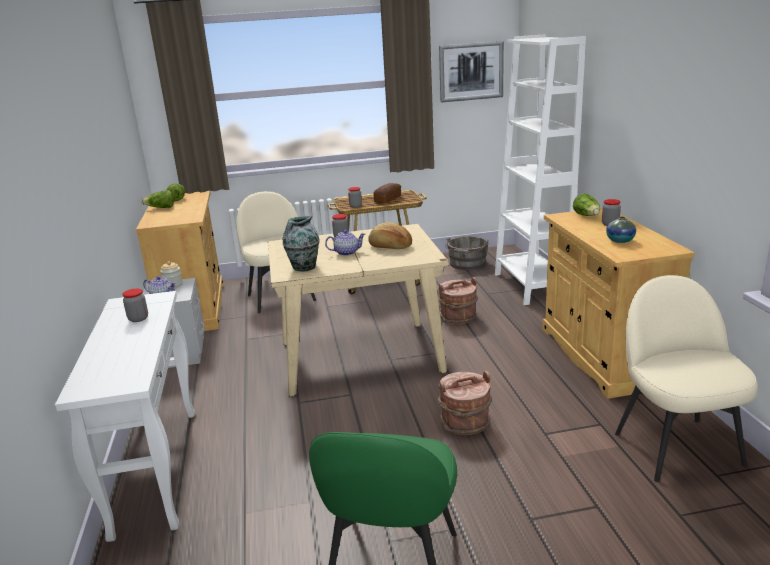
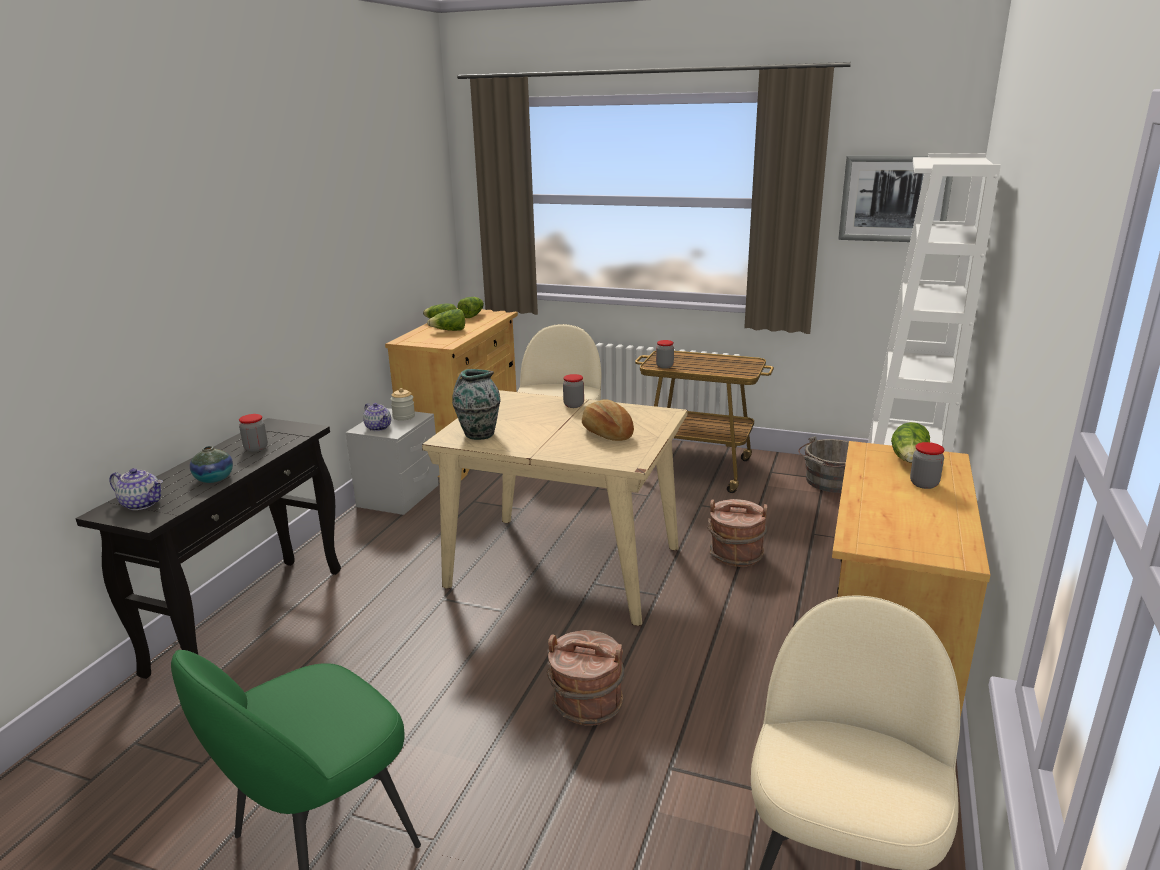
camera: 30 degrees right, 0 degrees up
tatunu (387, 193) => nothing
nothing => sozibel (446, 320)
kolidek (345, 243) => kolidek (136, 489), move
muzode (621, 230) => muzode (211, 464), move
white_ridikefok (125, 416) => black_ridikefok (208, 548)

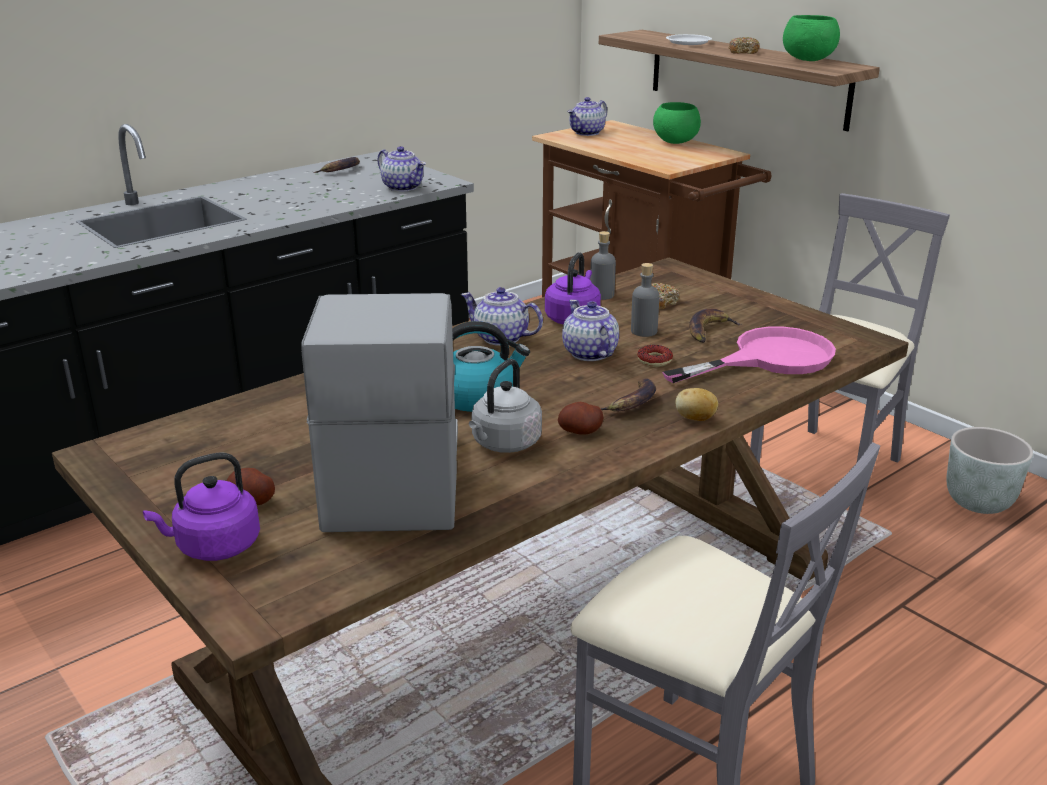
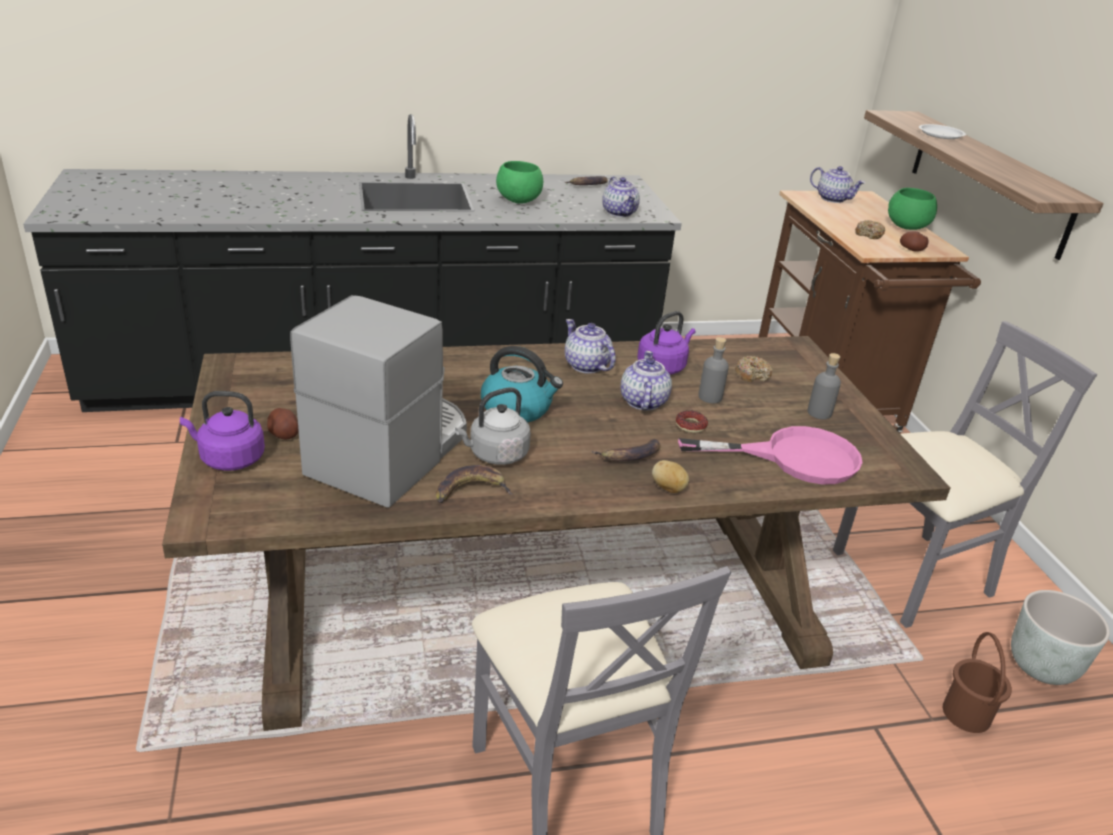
camera: 25 degrees right, 5 degrees up
nothing => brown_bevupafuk (977, 682)
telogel (581, 418) => telogel (914, 241), move
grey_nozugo (603, 265) => grey_nozugo (824, 386), move
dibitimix (715, 325) => dibitimix (474, 484), move
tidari (744, 45) => tidari (870, 229), move
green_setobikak (811, 38) => green_setobikak (519, 182), move
kolidek (587, 116) => kolidek (837, 184), 120 degrees counterclockwise

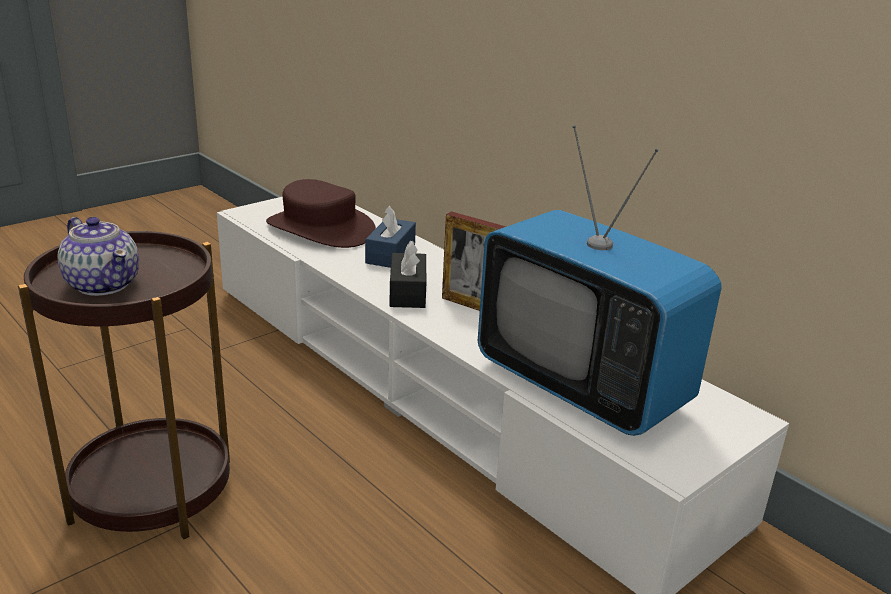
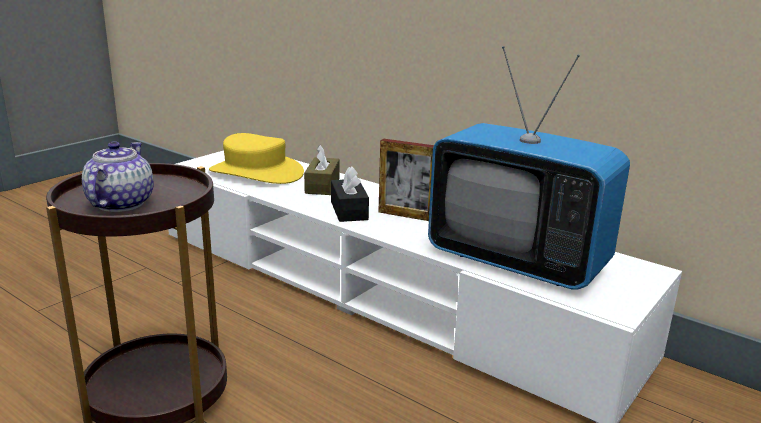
camera: 10 degrees left, 5 degrees down
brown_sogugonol (321, 213) => yellow_sogugonol (256, 158)
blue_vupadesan (390, 236) => brown_vupadesan (322, 170)
kolidek (98, 256) => kolidek (118, 176), 120 degrees counterclockwise

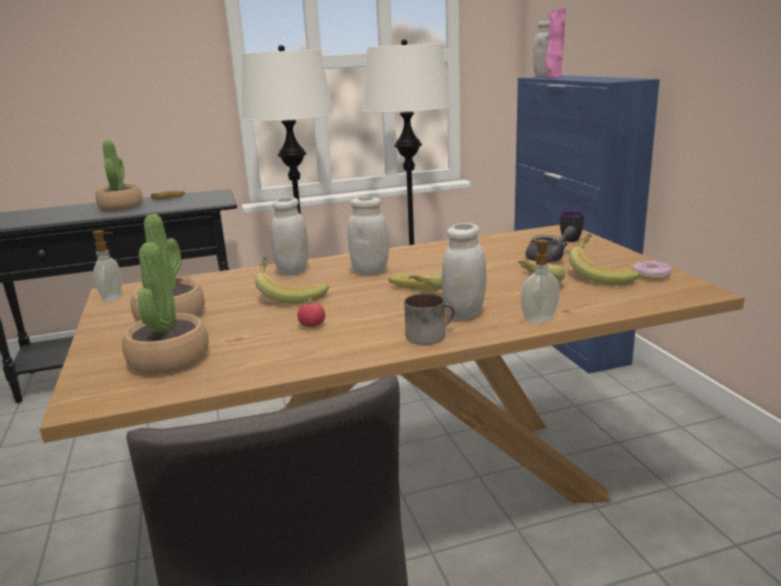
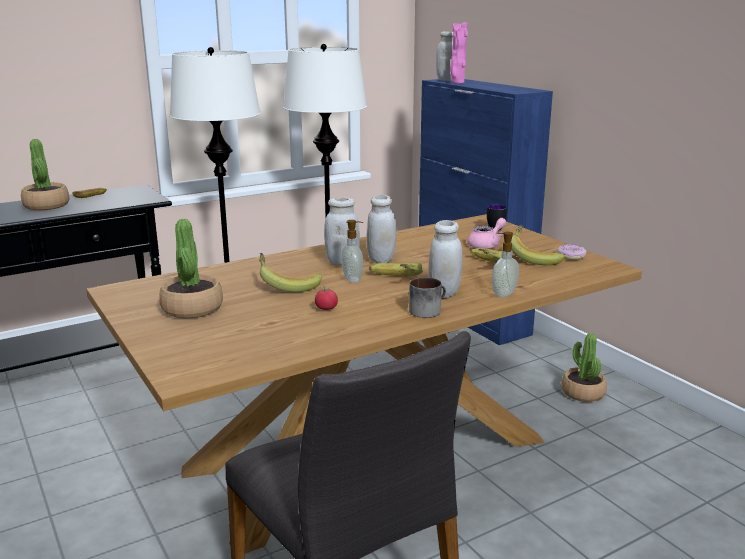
camera: 15 degrees left, 0 degrees up
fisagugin (107, 266) => fisagugin (352, 251), move
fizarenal (165, 308) => fizarenal (584, 367), move
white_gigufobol (289, 236) => white_gigufobol (382, 229), move
grey_kolidek (551, 244) => pink_kolidek (486, 233)

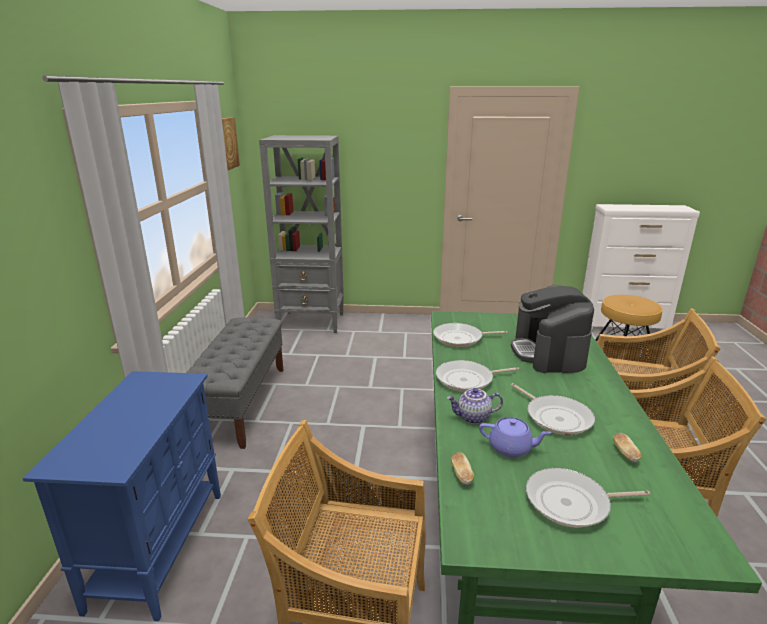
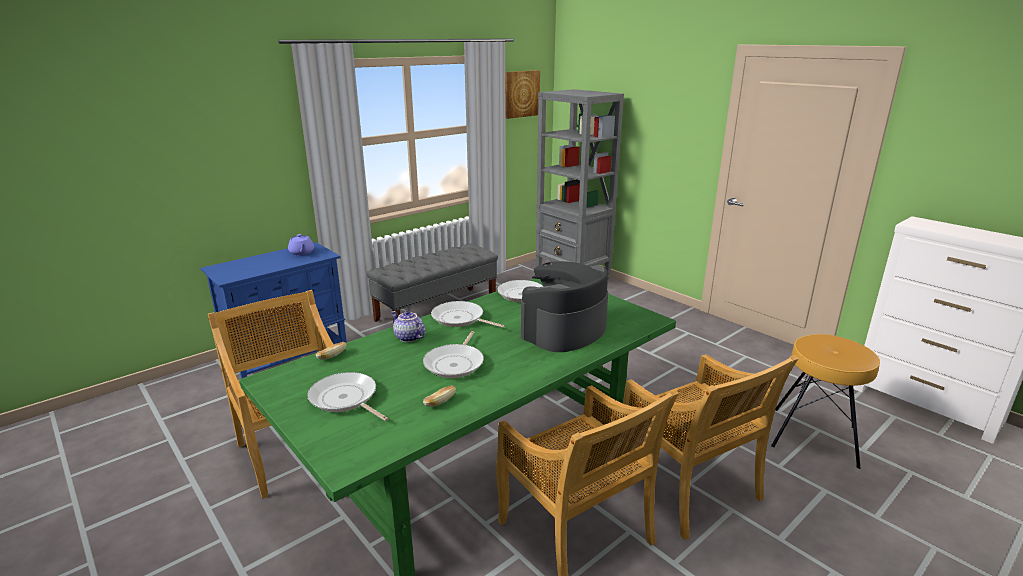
camera: 45 degrees right, 0 degrees up
purple_kolidek (515, 437) => purple_kolidek (301, 245), move

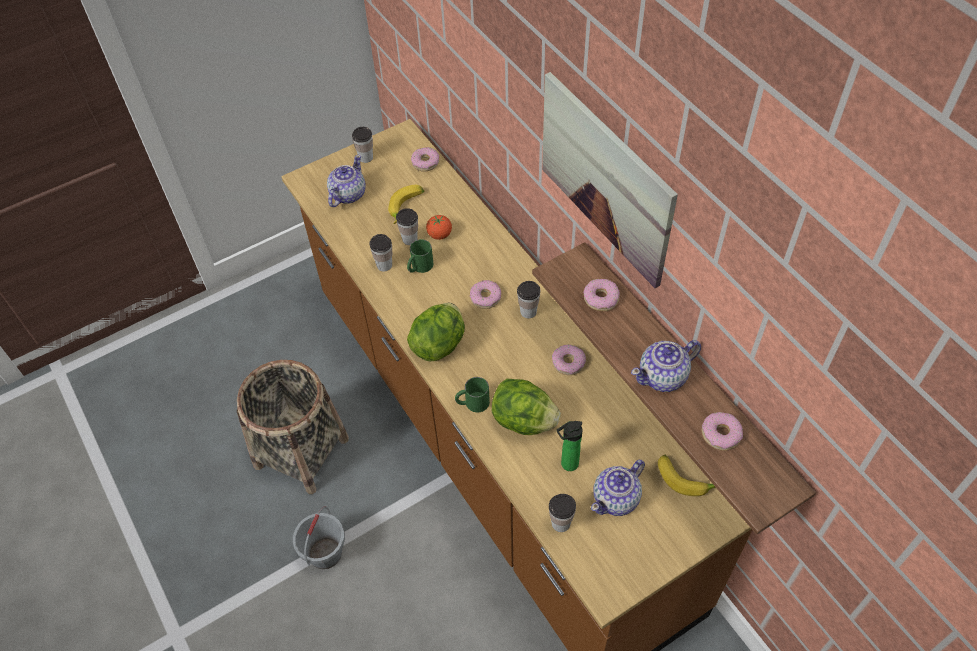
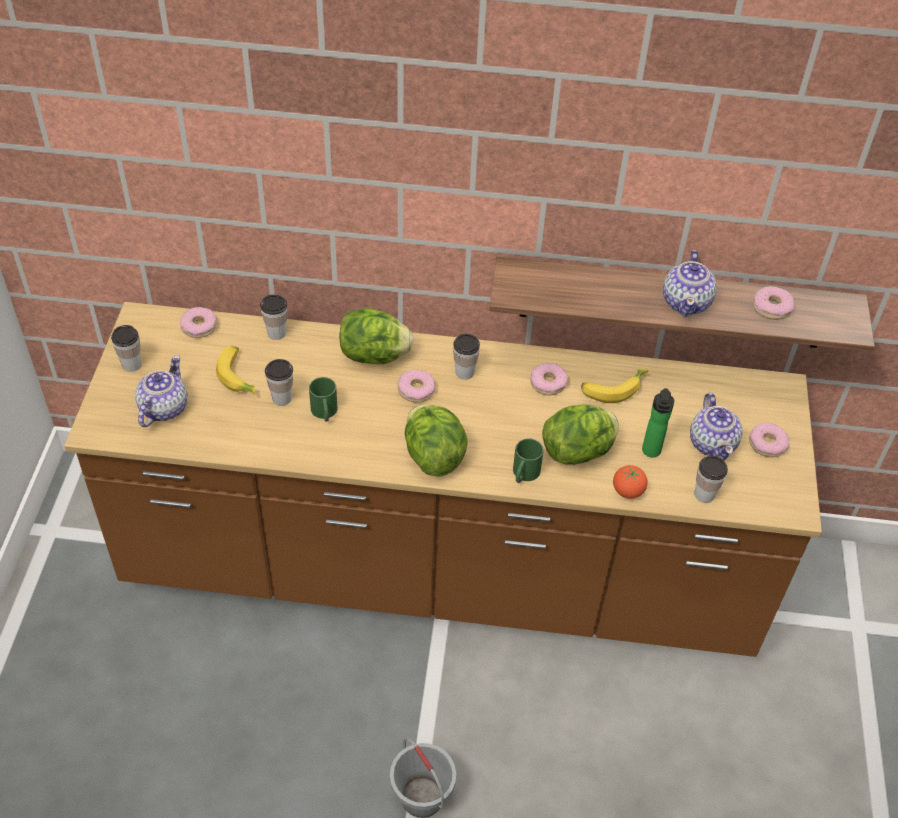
camera: 55 degrees left, 5 degrees down
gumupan (293, 427) => nothing
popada (610, 180) => nothing
nothing => sozibel (376, 336)
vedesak (380, 252) => vedesak (273, 317), move
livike (439, 227) => livike (630, 482), move
tidari (601, 295) => tidari (769, 440), move
dibitimix (687, 475) => dibitimix (615, 386), move
kolidek (346, 180) => kolidek (161, 391), 45 degrees clockwise

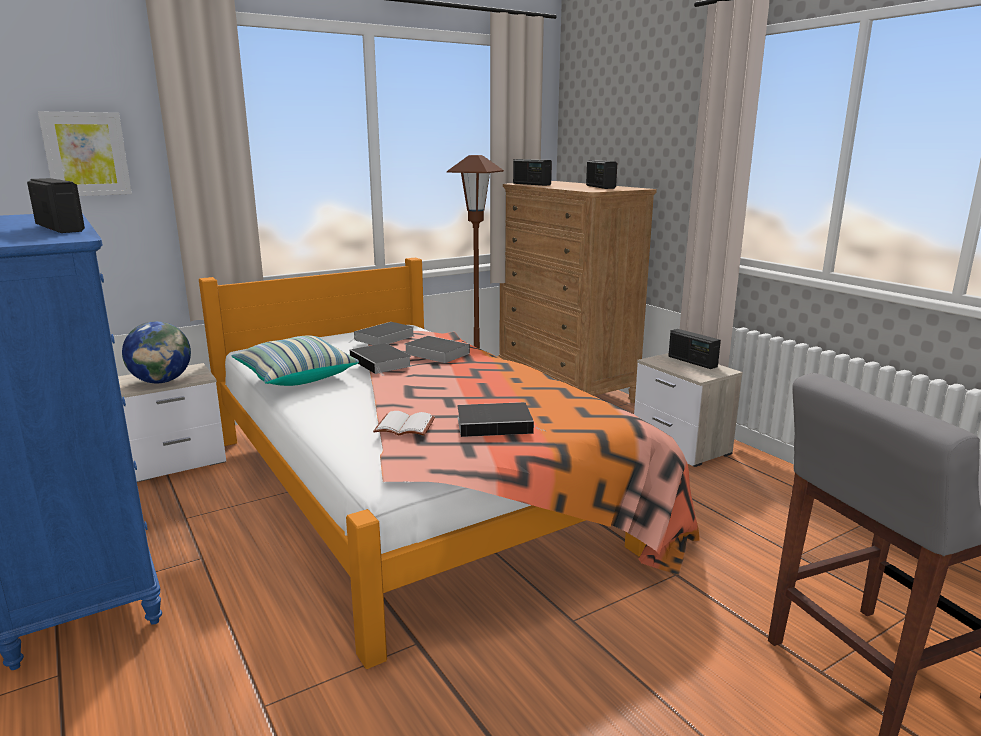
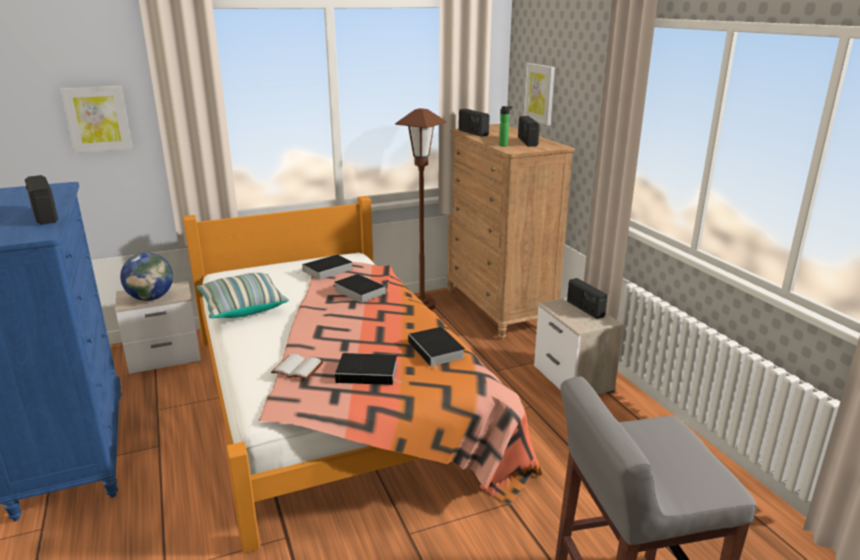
camera: 10 degrees right, 5 degrees up
nothing => nozugo (506, 126)
nothing => popada (539, 94)
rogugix (380, 359) => rogugix (436, 349), move

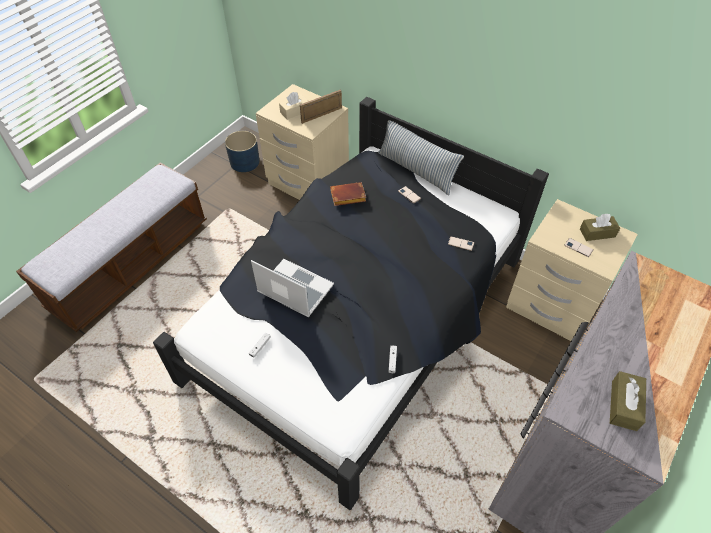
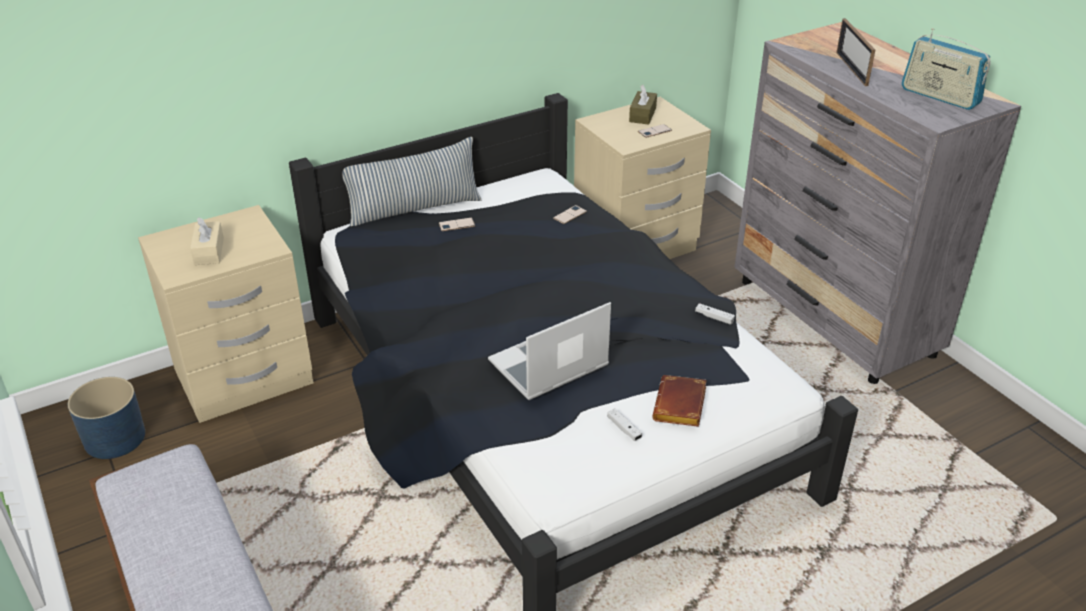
camera: 65 degrees left, 15 degrees down
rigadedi (321, 106) => rigadedi (855, 52), move
brown_rogugix (348, 194) => brown_rogugix (679, 401), move
brown_vupadesan (628, 401) => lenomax (946, 69)

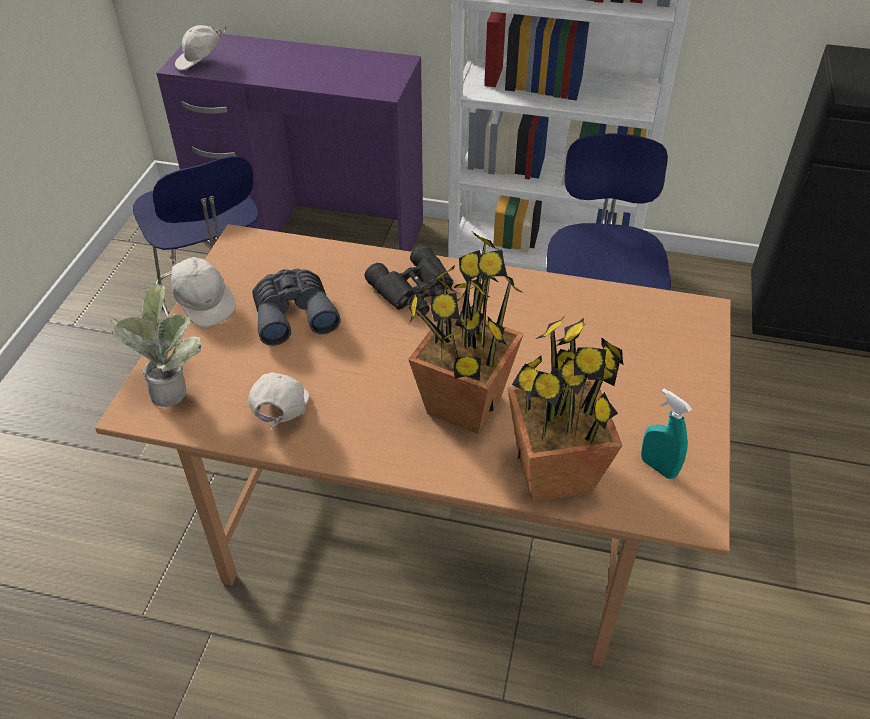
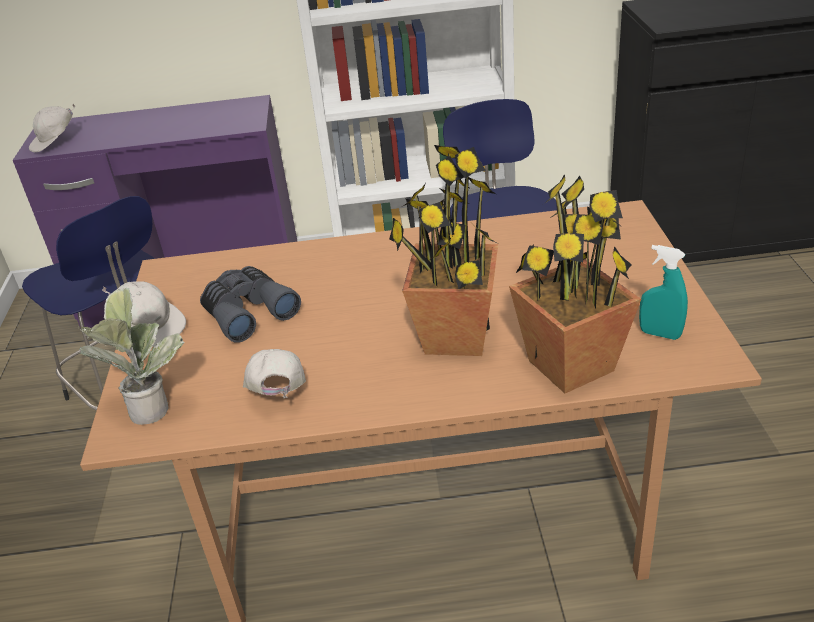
camera: 15 degrees left, 10 degrees down
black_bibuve (408, 280) => nothing

